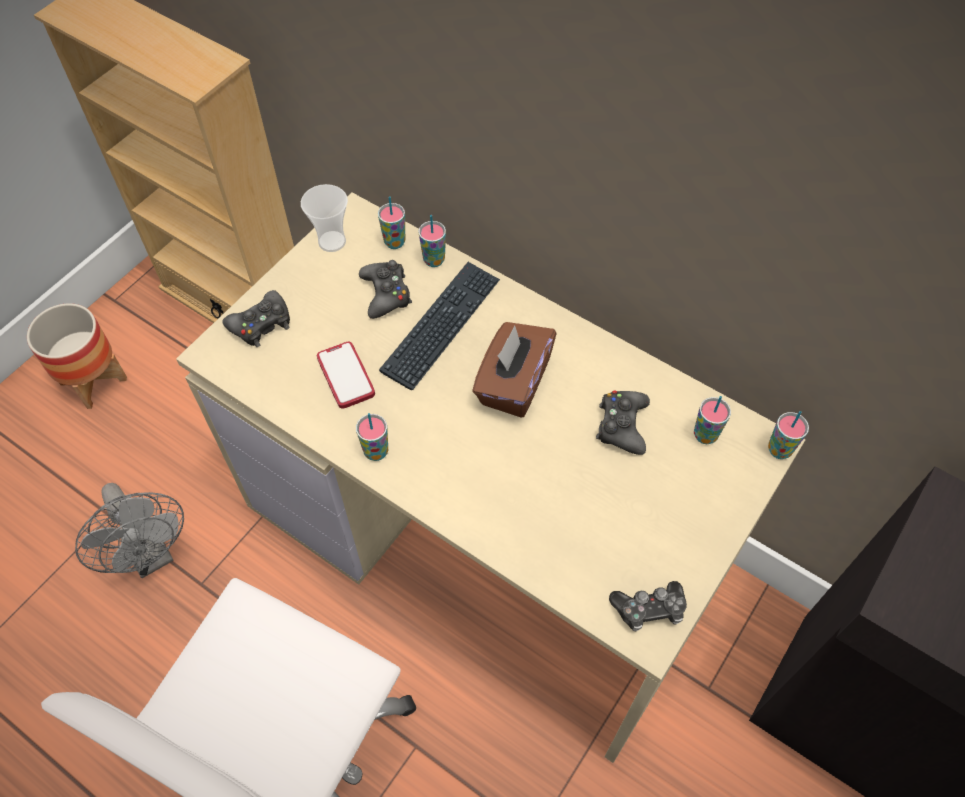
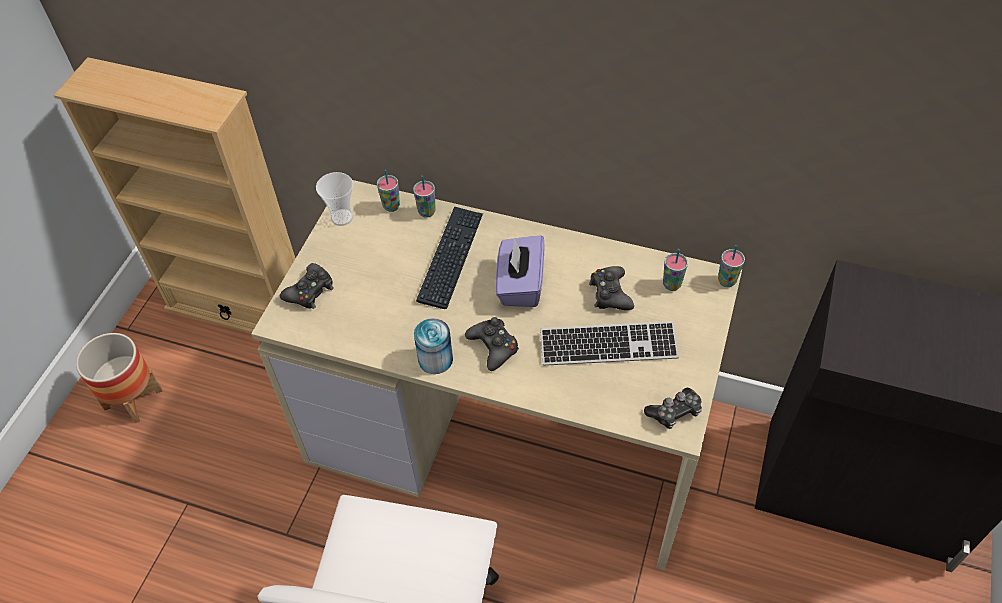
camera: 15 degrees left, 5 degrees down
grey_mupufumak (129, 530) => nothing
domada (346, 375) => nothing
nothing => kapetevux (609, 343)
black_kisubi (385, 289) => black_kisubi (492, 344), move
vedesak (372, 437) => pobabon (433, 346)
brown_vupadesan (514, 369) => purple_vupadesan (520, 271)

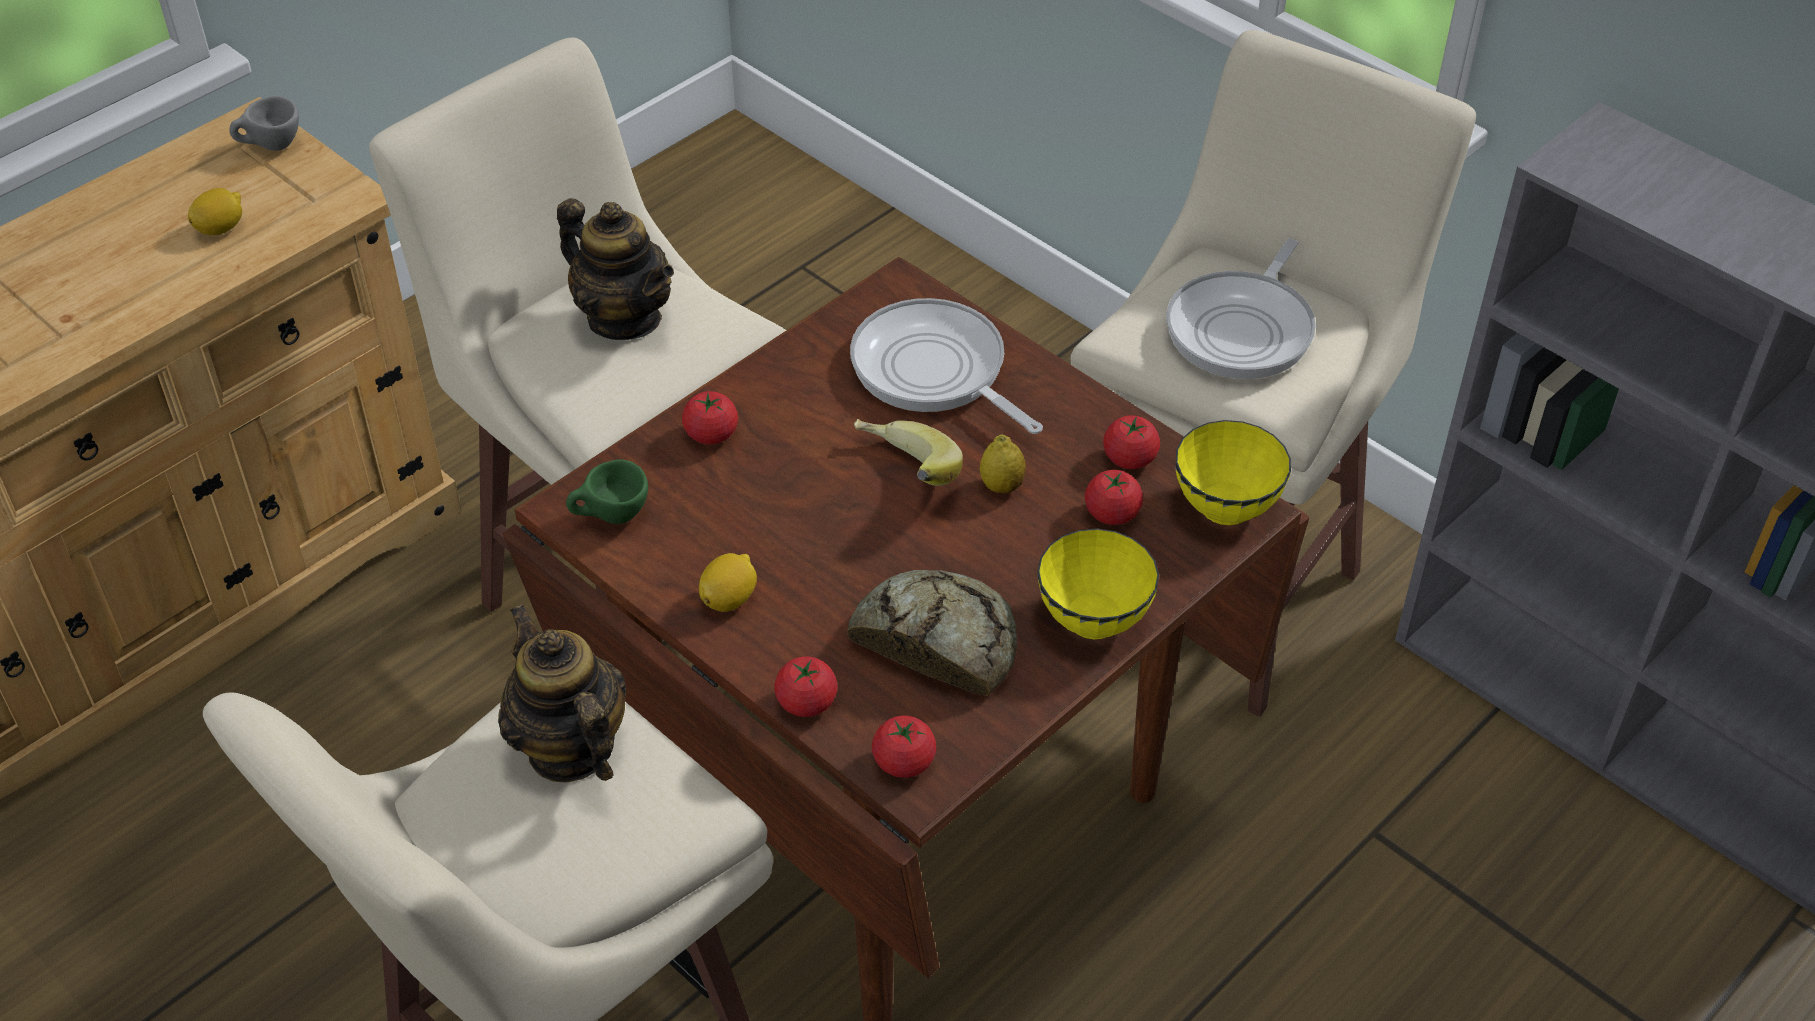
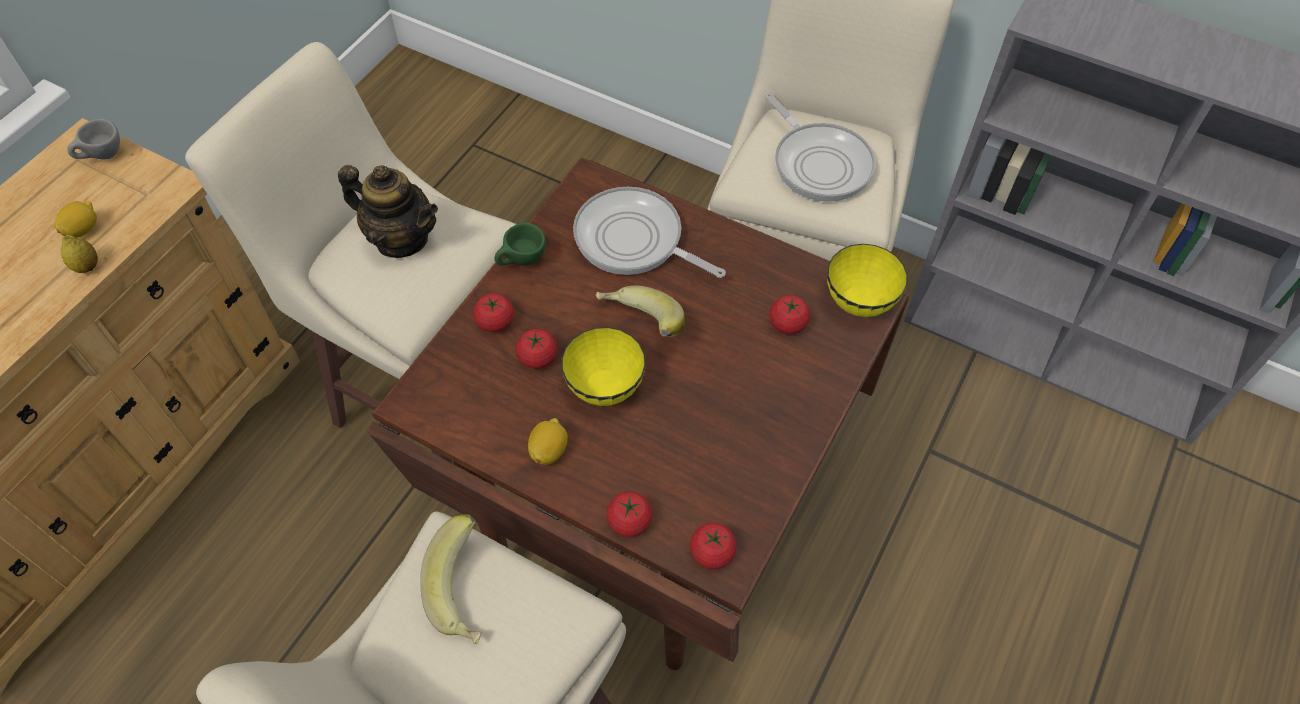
camera: 15 degrees left, 10 degrees up
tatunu (932, 633) => nothing
green_vedesak (607, 491) => green_vedesak (520, 244), move
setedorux (1003, 464) => setedorux (79, 254), move
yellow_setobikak (1098, 583) => yellow_setobikak (603, 366), move
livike (1131, 442) => livike (536, 349), move
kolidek (562, 693) => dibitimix (450, 579)
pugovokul (1241, 308) => pugovokul (820, 147), 45 degrees counterclockwise

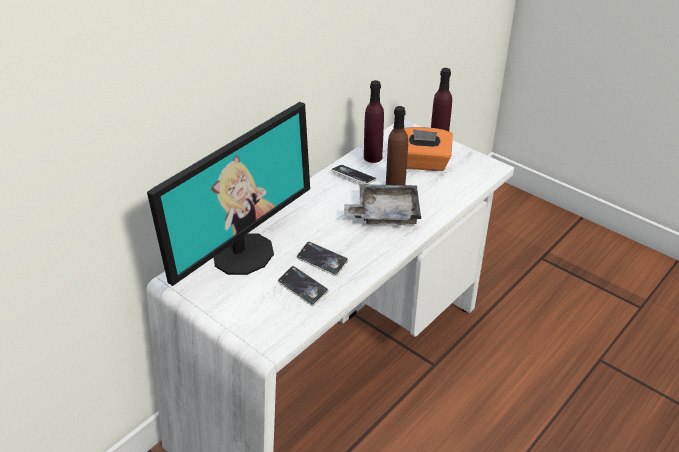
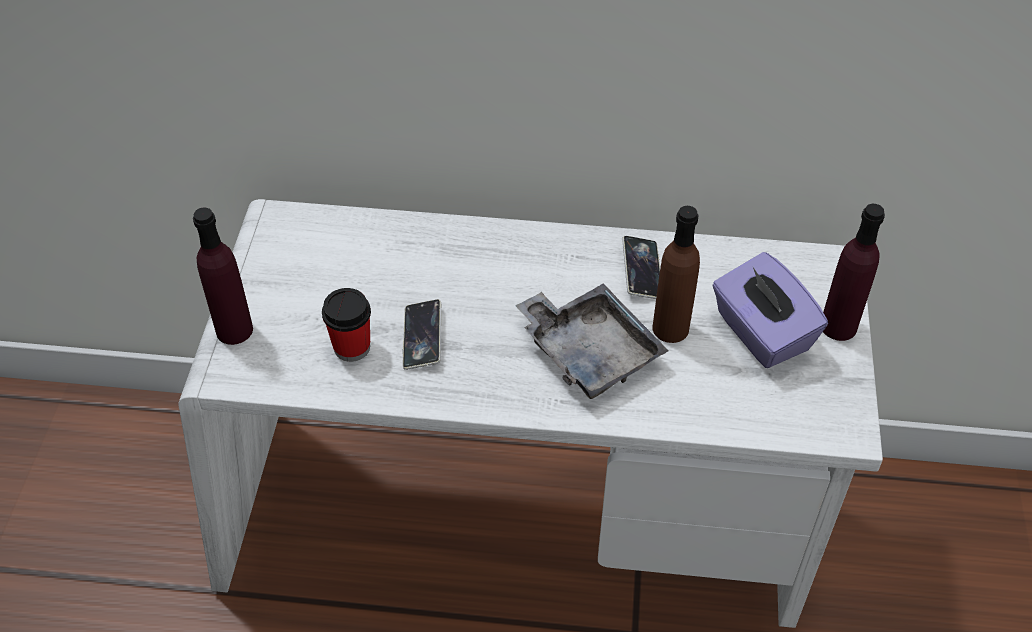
camera: 55 degrees right, 10 degrees up
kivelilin (228, 194) => nothing
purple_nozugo (374, 121) => purple_nozugo (223, 276), move
domada (303, 286) => vedesak (346, 325)
orange_vupadesan (428, 149) => purple_vupadesan (770, 310)

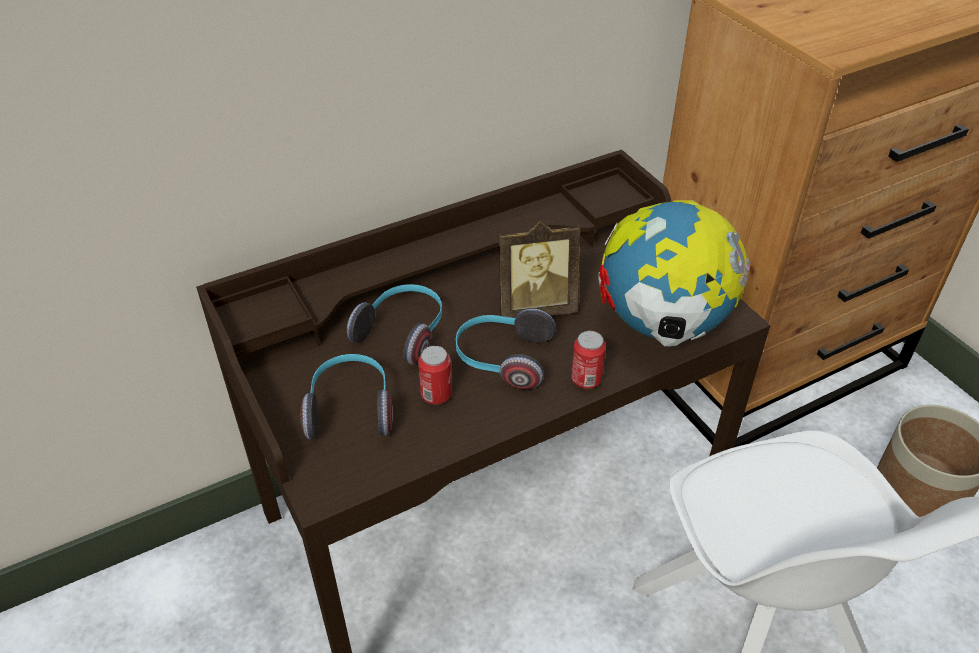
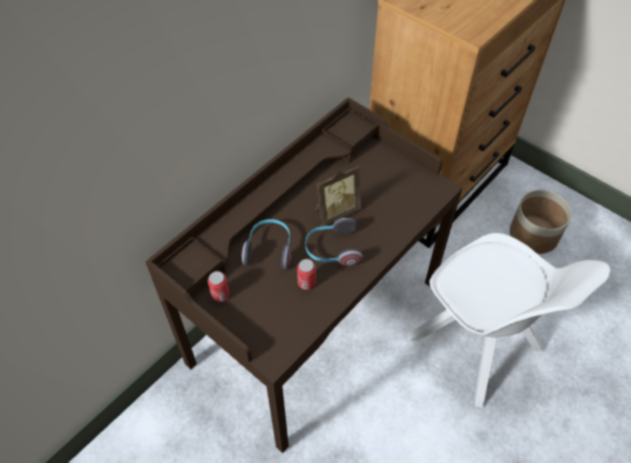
camera: 20 degrees left, 10 degrees up
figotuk (346, 397) => nothing
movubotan (674, 273) => nothing
pobabon (588, 360) => pobabon (218, 286), move

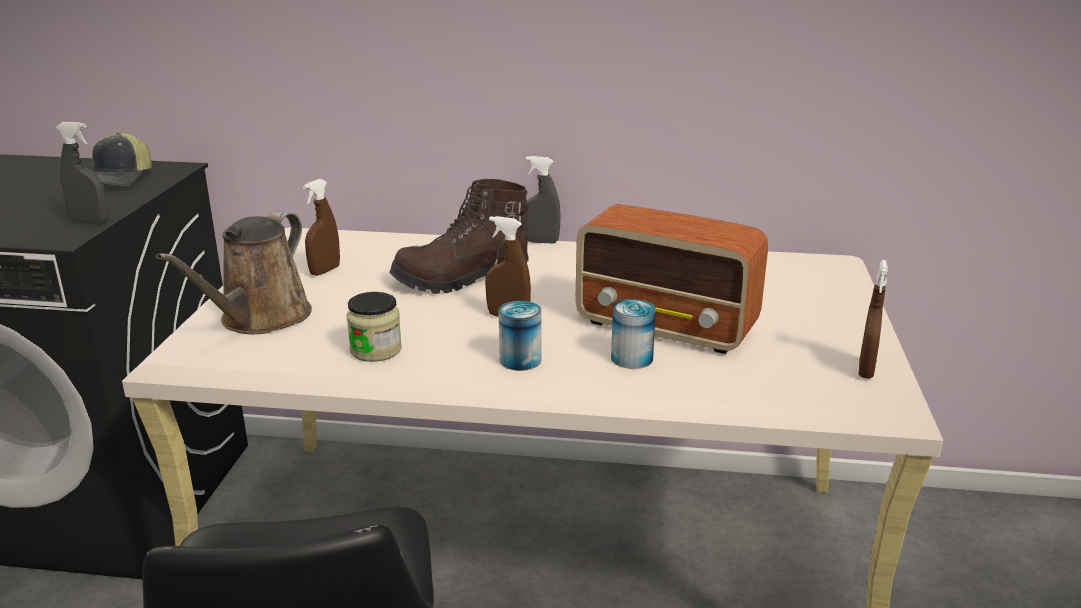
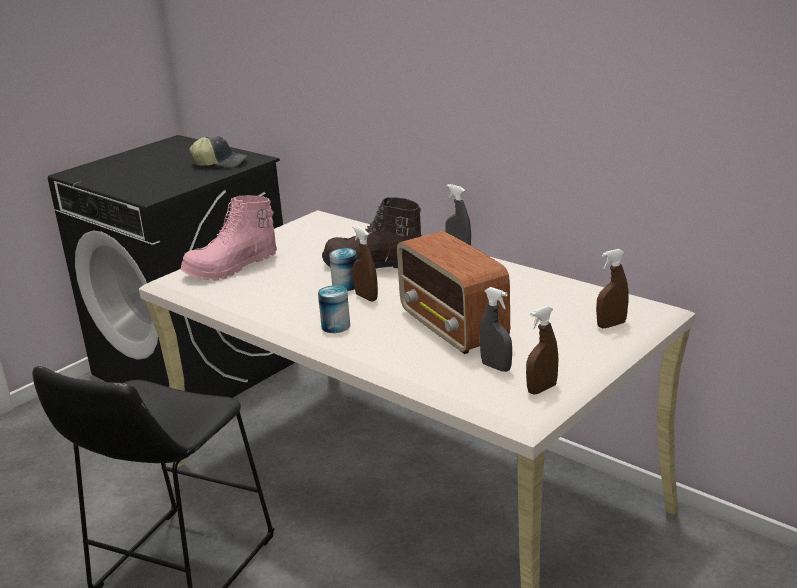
camera: 35 degrees right, 0 degrees up
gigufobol (374, 327) => nothing
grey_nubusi (82, 173) => grey_nubusi (496, 329), move
brown_nubusi (321, 227) => brown_nubusi (612, 288), move
pobabon (633, 334) => pobabon (343, 269), move
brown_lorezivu (234, 273) => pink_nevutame (228, 238)
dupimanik (122, 159) => dupimanik (218, 151), 120 degrees counterclockwise

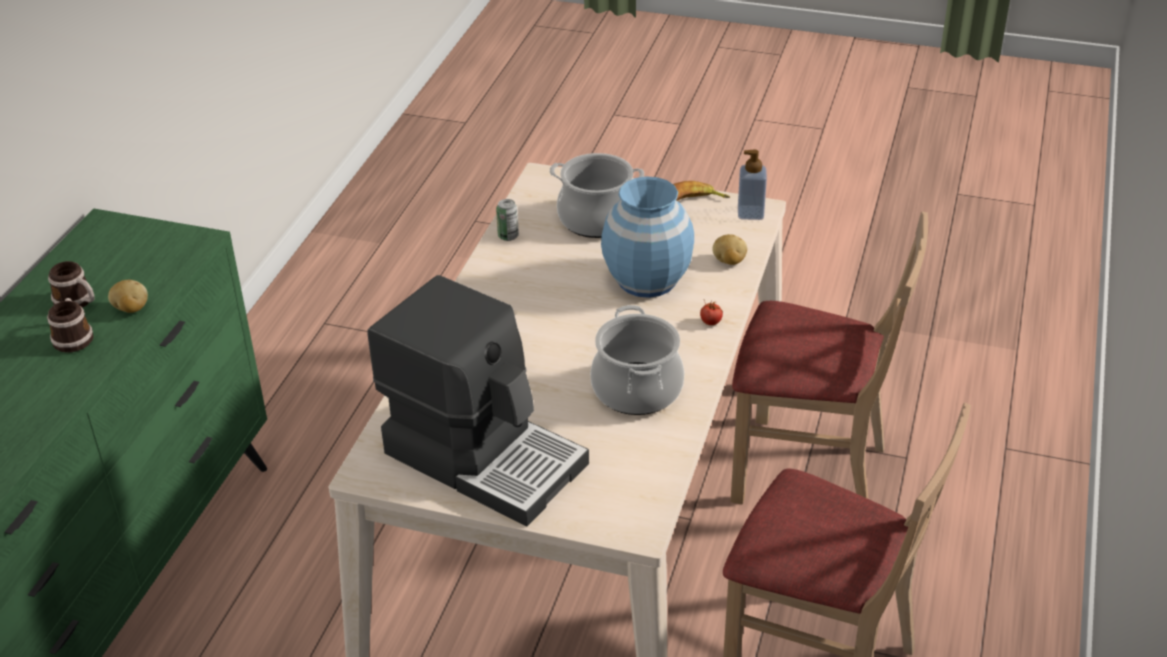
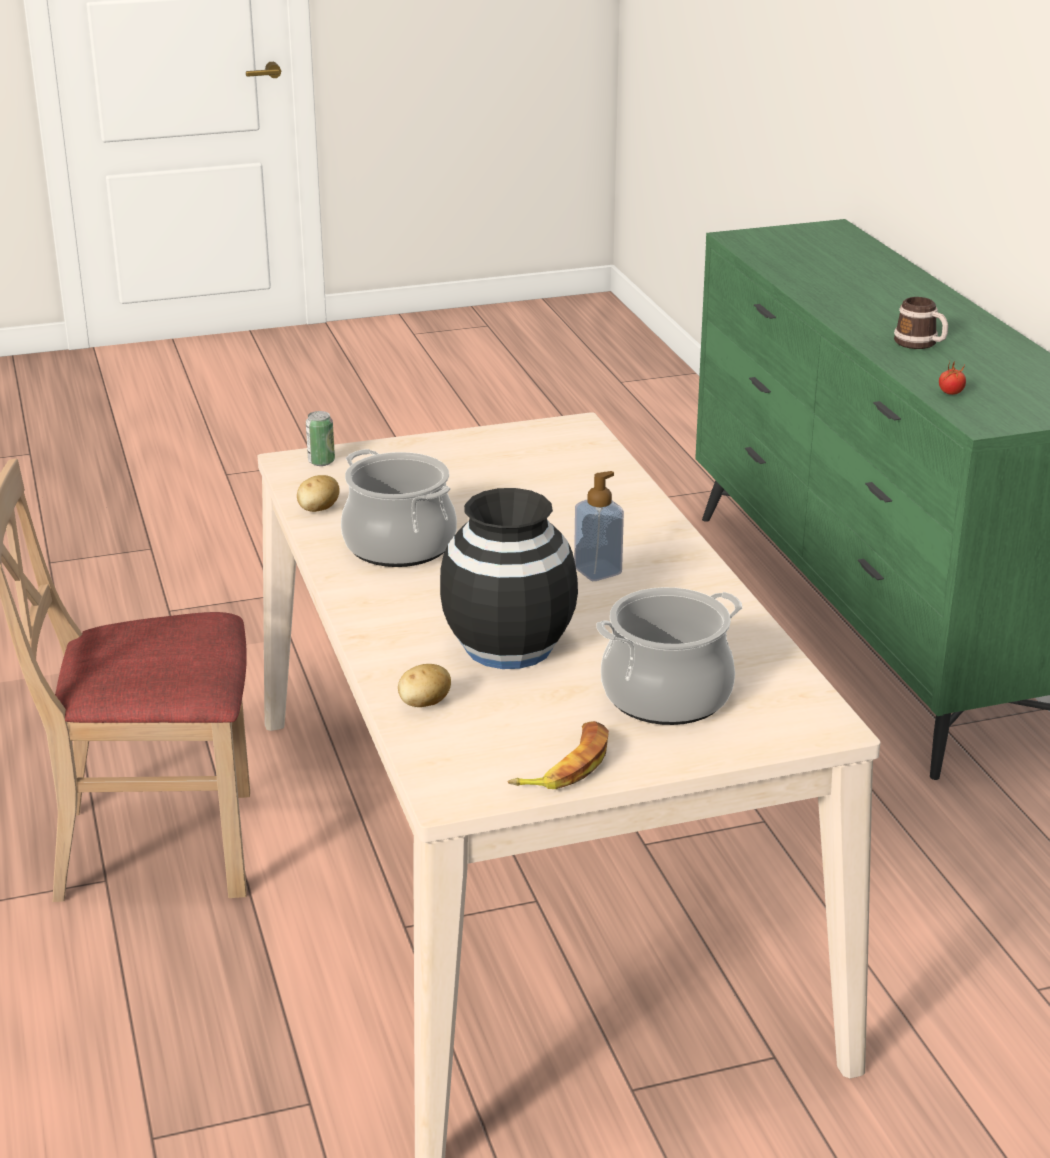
camera: 145 degrees right, 10 degrees down
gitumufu (71, 284) => nothing
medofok (478, 400) => nothing
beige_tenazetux (829, 358) => nothing
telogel (128, 296) => telogel (318, 493), move
pobabon (507, 220) => pobabon (320, 438), move
livike (711, 312) => livike (952, 378), move
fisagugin (752, 184) => fisagugin (599, 526), move
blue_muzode (647, 237) => black_muzode (509, 578)

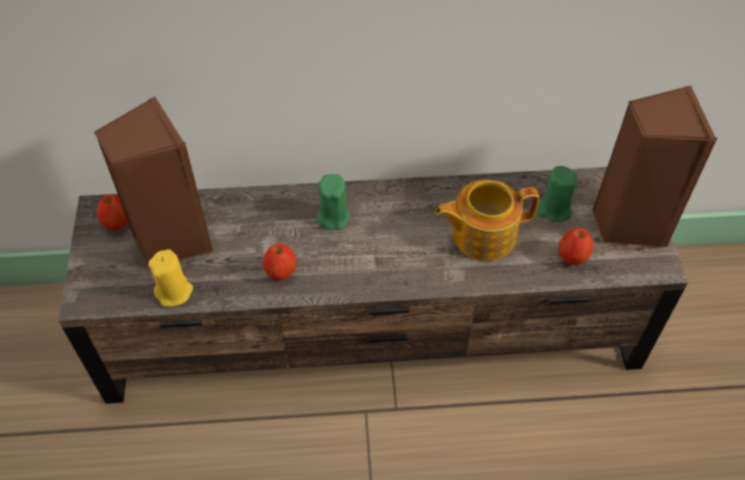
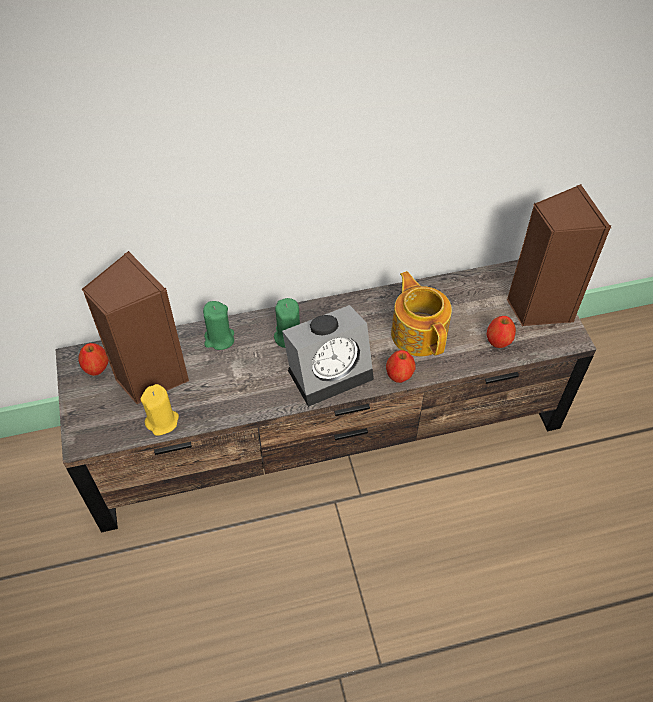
camera: 10 degrees left, 0 degrees up
nothing => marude (328, 356)
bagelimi (280, 262) => bagelimi (401, 366), move
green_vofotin (557, 194) => green_vofotin (218, 325), move
kolidek (487, 220) => kolidek (421, 313), 90 degrees clockwise

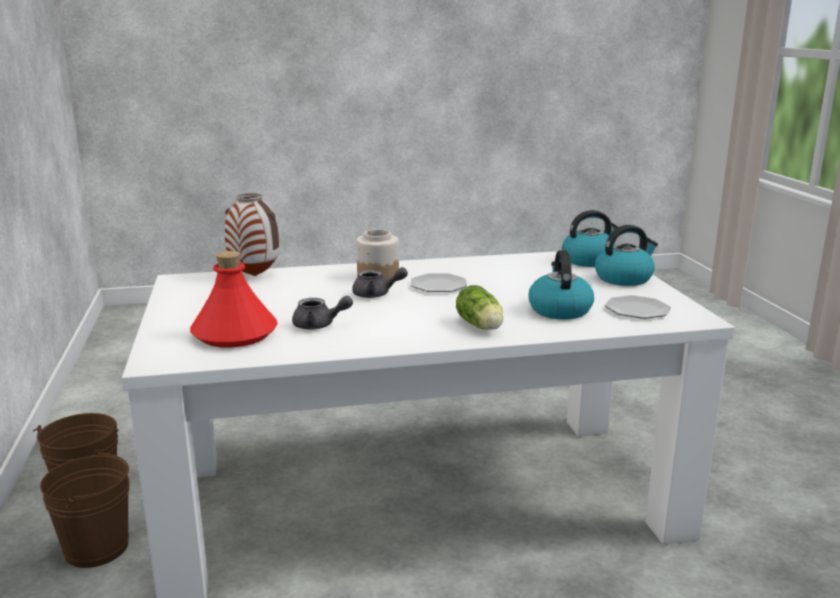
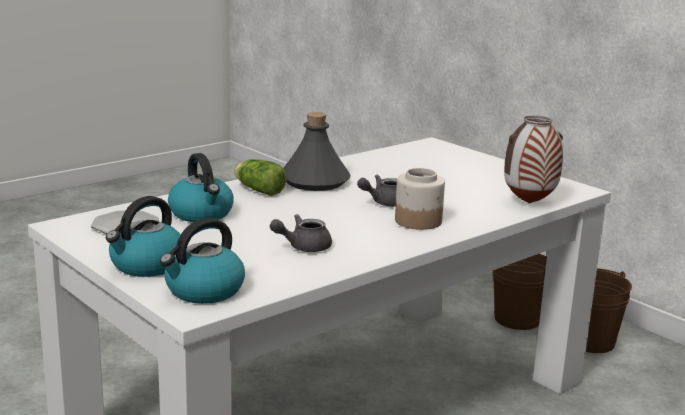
camera: 150 degrees right, 0 degrees up
red_nozugo (234, 299) => nothing
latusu (439, 282) => nothing
nothing => grey_nozugo (317, 151)
grey_kolidek (322, 312) => grey_kolidek (301, 233), move

